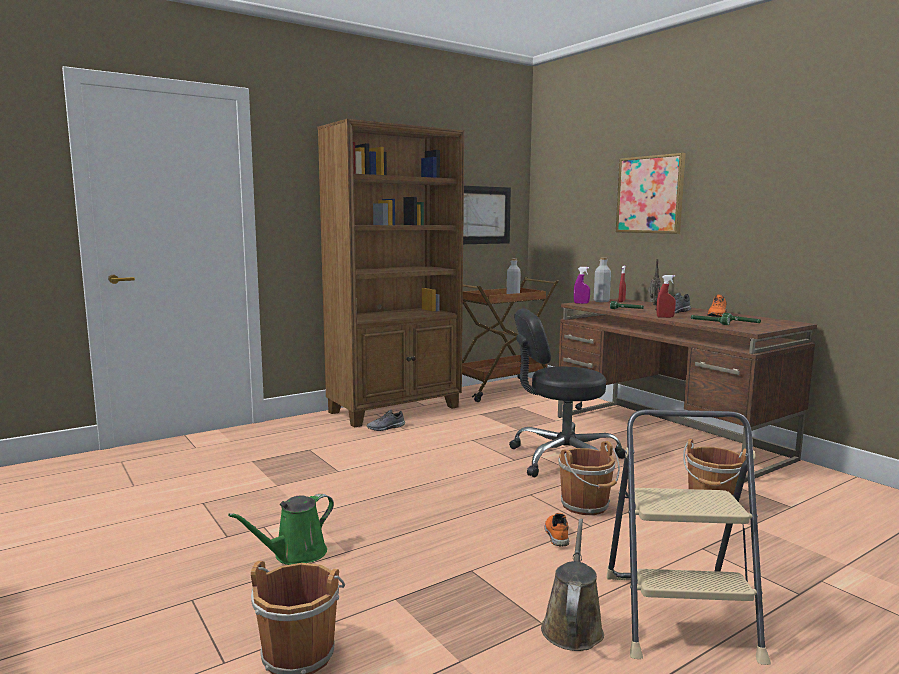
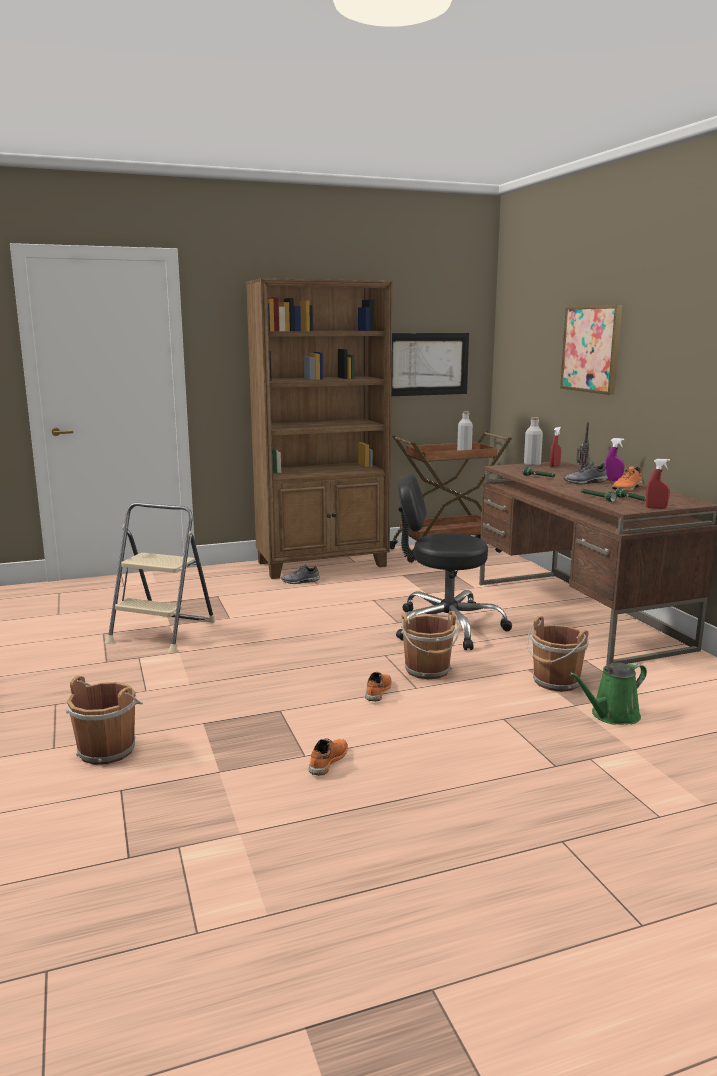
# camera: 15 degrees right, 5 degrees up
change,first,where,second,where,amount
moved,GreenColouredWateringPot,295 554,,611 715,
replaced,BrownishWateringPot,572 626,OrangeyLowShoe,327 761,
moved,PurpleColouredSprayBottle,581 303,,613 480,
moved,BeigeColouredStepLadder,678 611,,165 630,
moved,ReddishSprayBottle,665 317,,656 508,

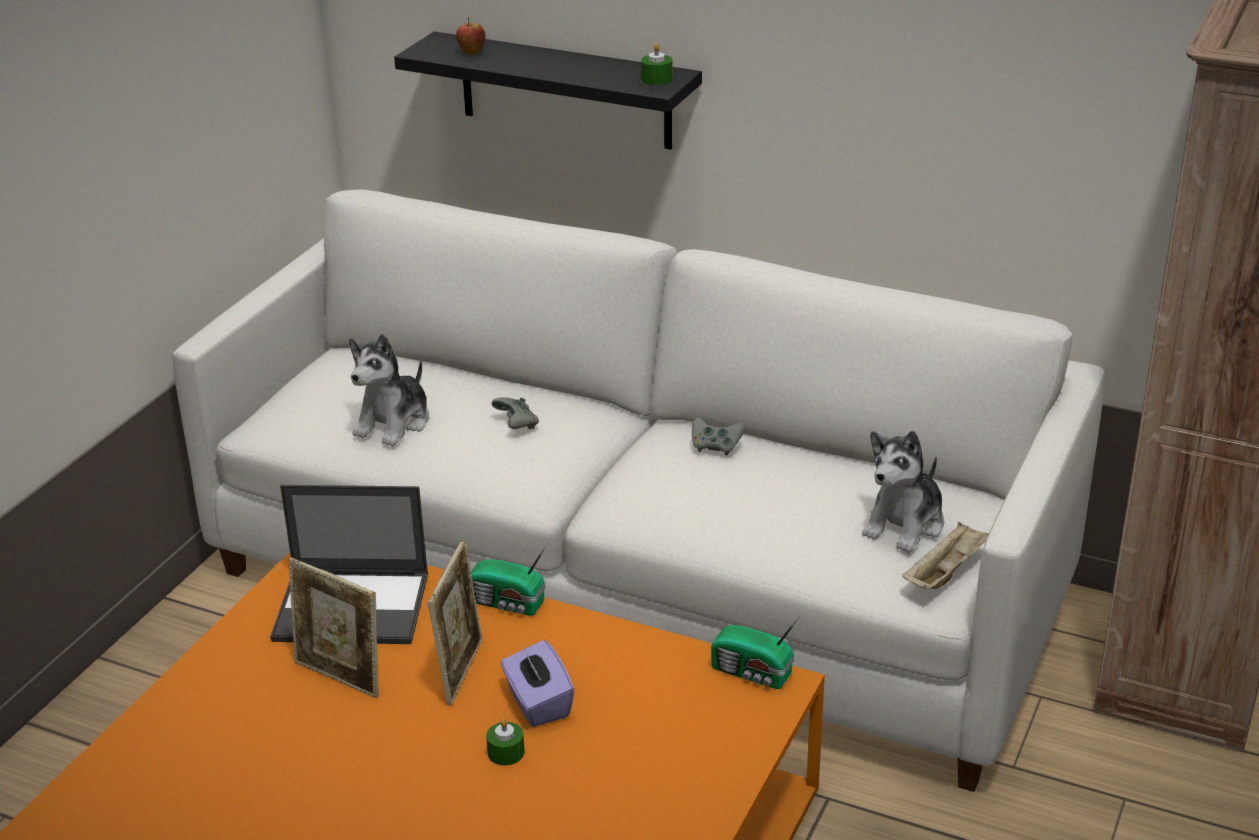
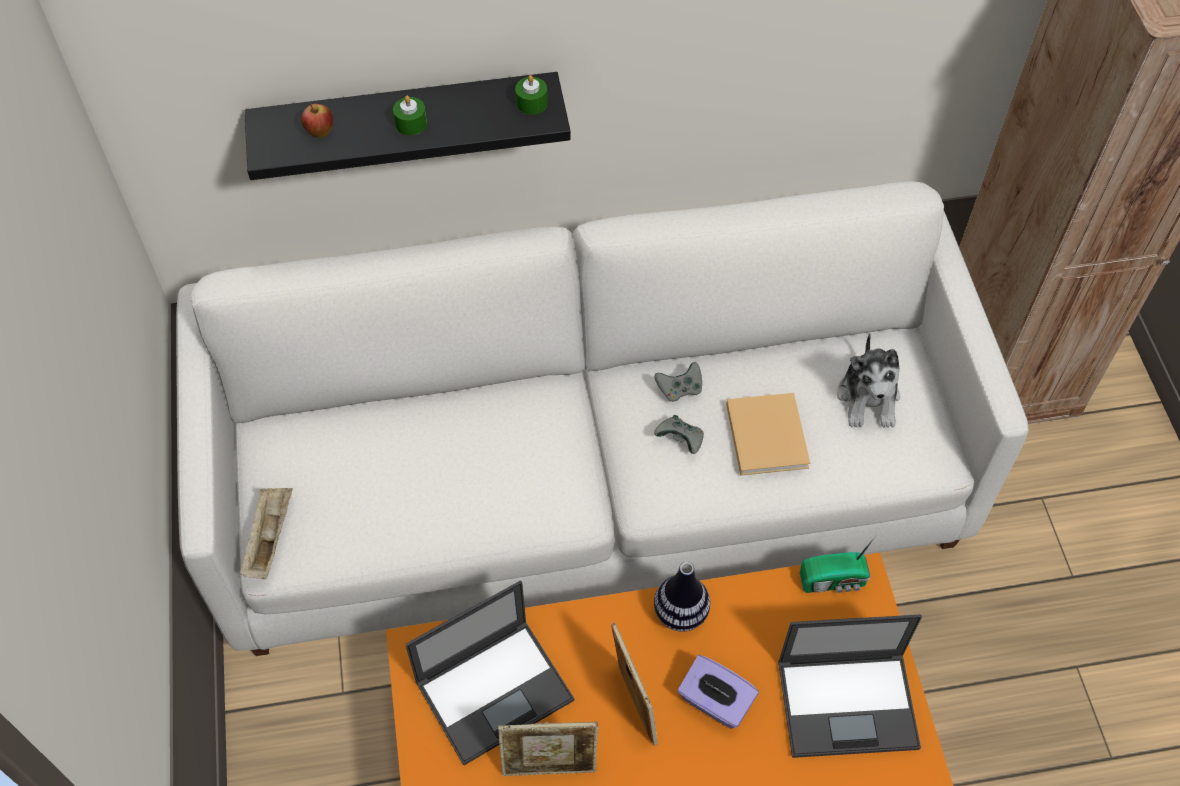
# camera: 35 degrees left, 25 degrees up
change,first,where,second,where,amount
removed,PlushToy,394 423,,,
removed,RadioReceiver,508 603,,,
moved,GreenColouredWaxLight,506 752,,411 123,
moved,GreyishGamepad,517 425,,681 440,
moved,BeigeColouredTray,946 572,,269 538,
added,,,DecorativeVase,680 613,
added,,,BeigeColouredVolume,766 433,
added,,,NotebookComputer,849 703,

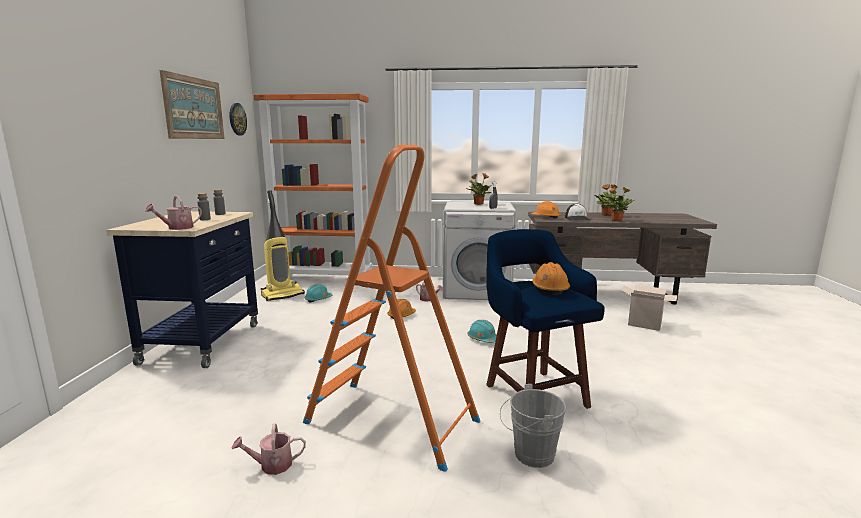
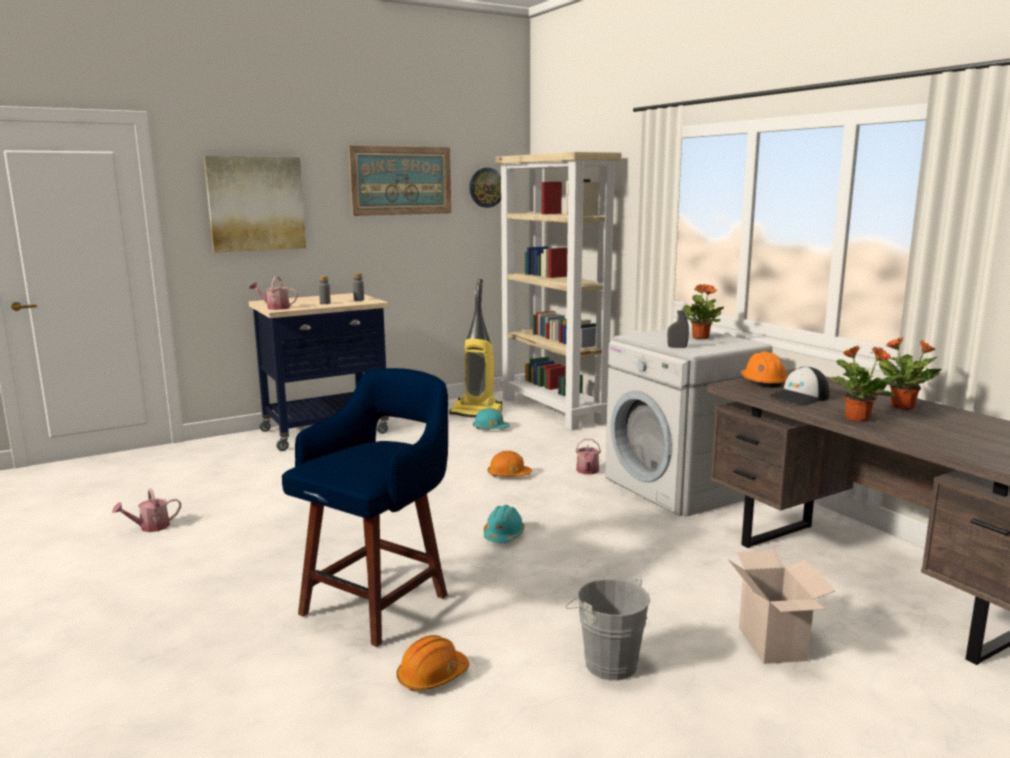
# camera: 55 degrees right, 0 degrees up
change,first,where,second,where,amount
turned,WateringPot,271 465,,150 527,75 degrees counterclockwise
recoloured,OrangeyBookshelf,324 279,BeigeColouredBookshelf,553 410,
removed,OrangeyStepLadder,390 421,,,
moved,GreyishBucket,529 455,,606 662,
moved,OrangeyHardHat,550 288,,432 676,
added,,,Picture,256 203,

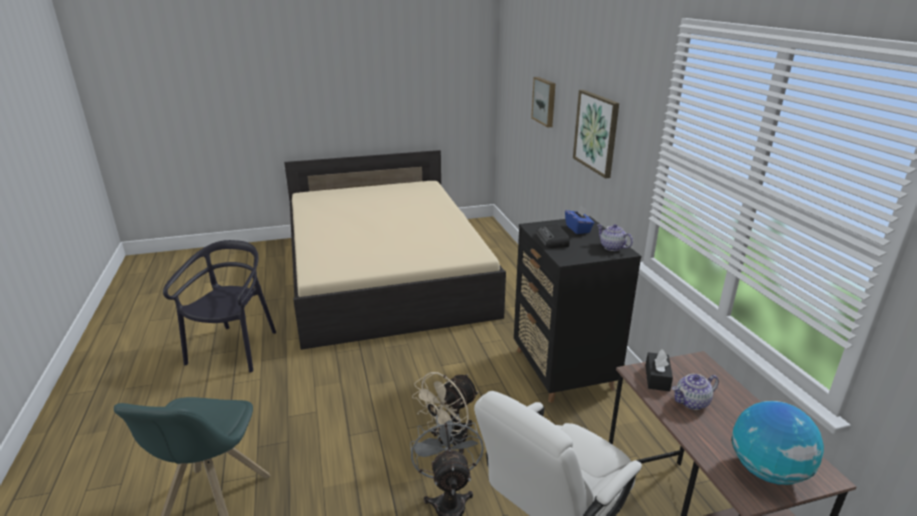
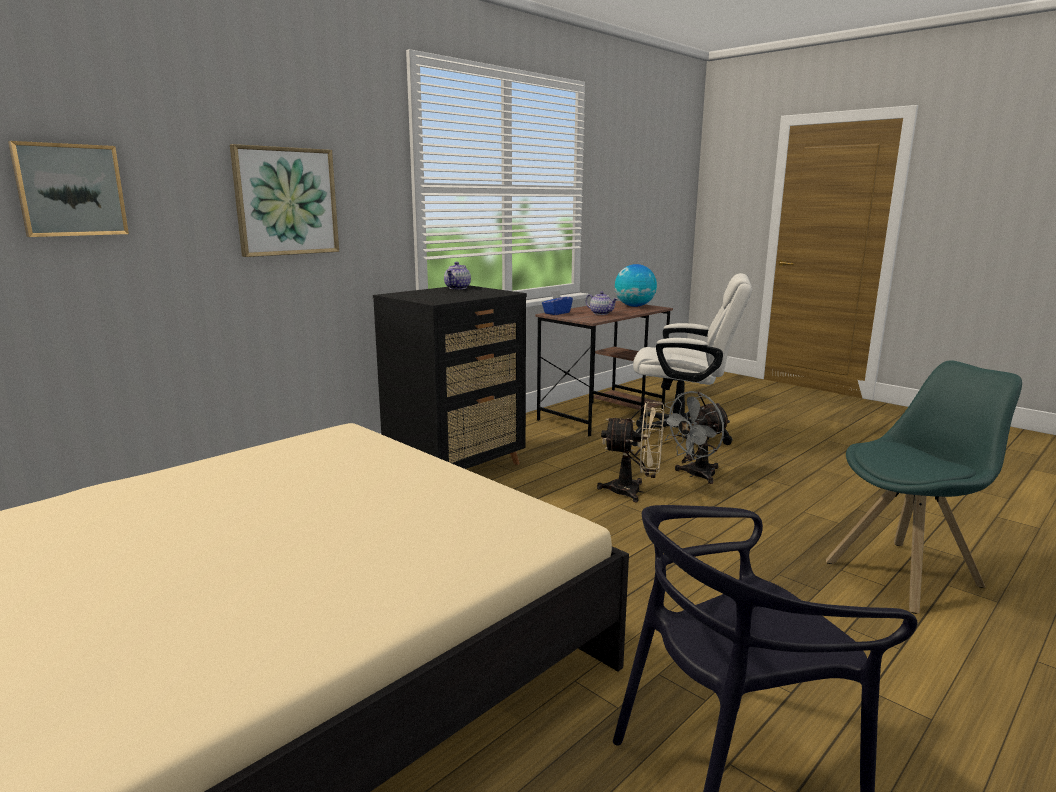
# camera: 120 degrees left, 10 degrees down
change,first,where,second,where,amount
removed,RadioReceiver,552 240,,,
moved,BluishBoxOfTissues,578 229,,556 313,
removed,BlackishBoxOfTissues,657 378,,,

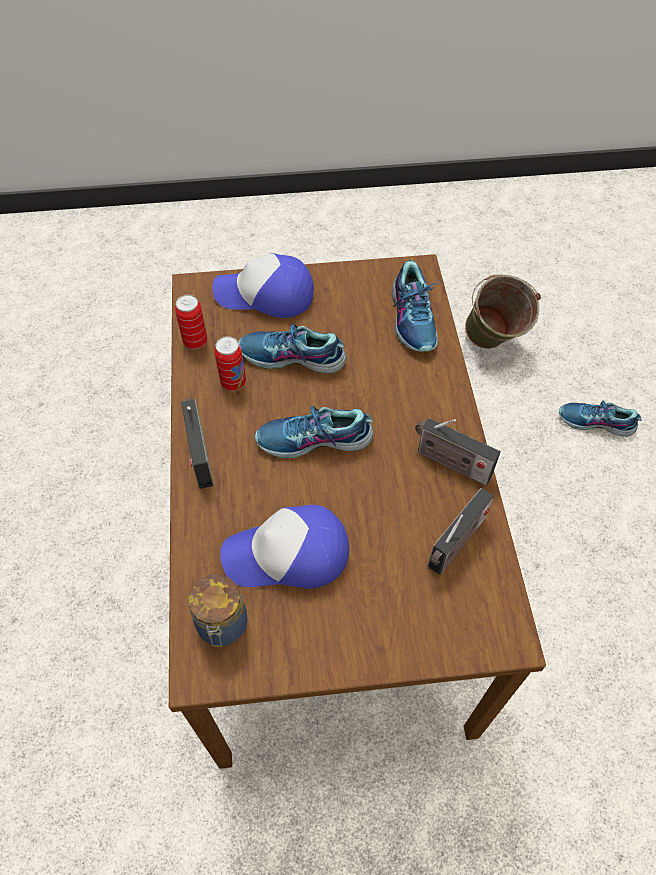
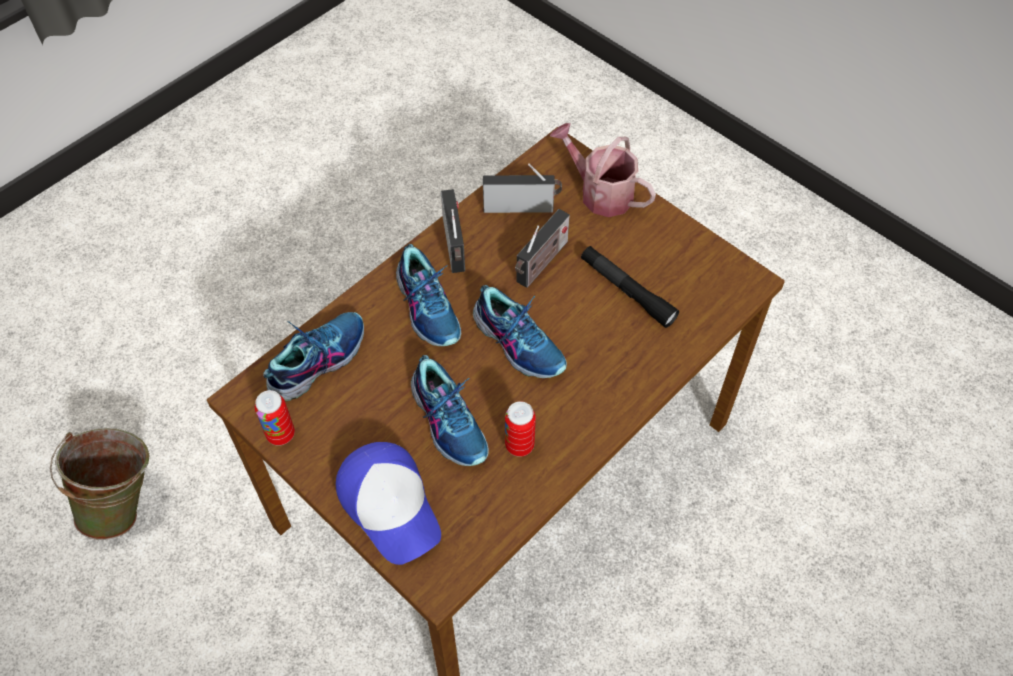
# camera: 130 degrees left, 0 degrees up
change,first,where,second,where,amount
moved,MetalCan,195 342,,280 434,
moved,RadioReceiver,198 452,,541 264,
removed,Jar,222 626,,,
replaced,BaseballCap,288 555,BlackishTorch,627 291,
moved,LowShoe,595 423,,429 307,
added,,,WateringPot,600 192,

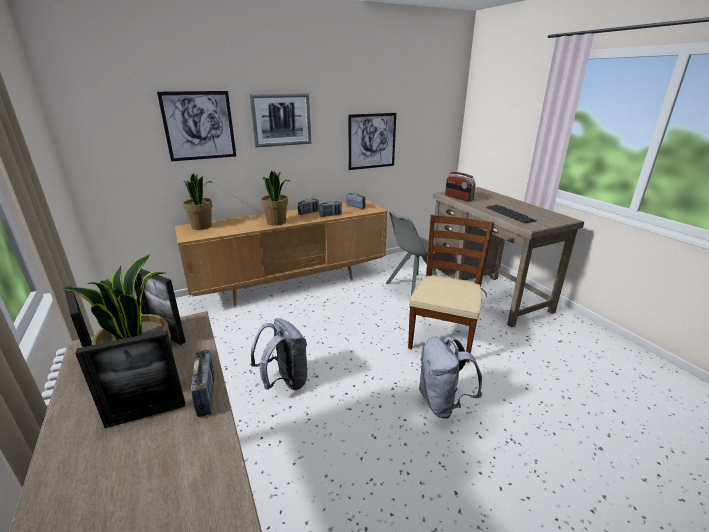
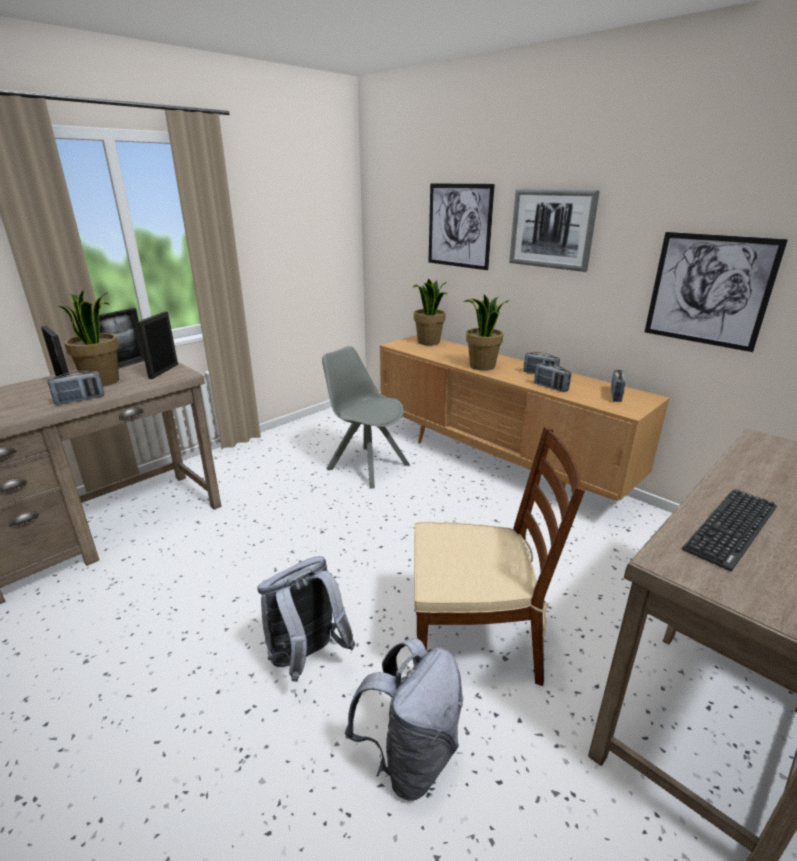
# camera: 70 degrees right, 0 degrees up
change,first,where,second,where,amount
moved,GreyishKnapsack,284 381,,410 758,
moved,GreyishPlainChair,412 286,,366 466,
removed,RadioReceiver,458 198,,,

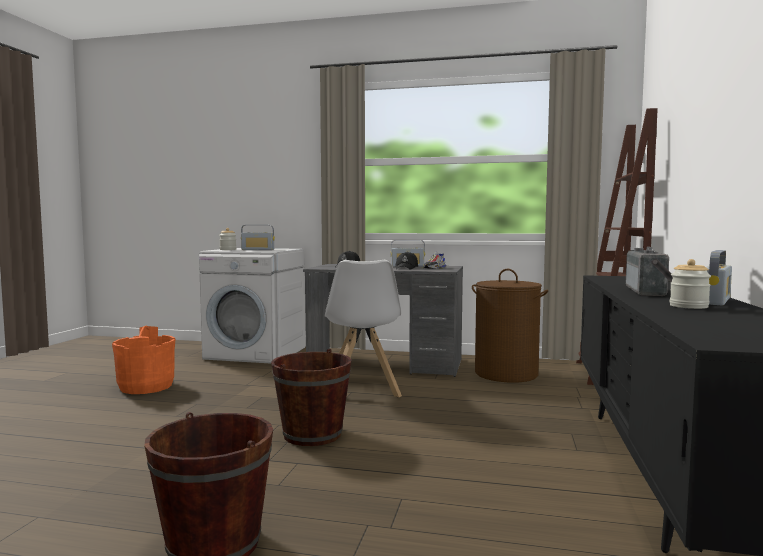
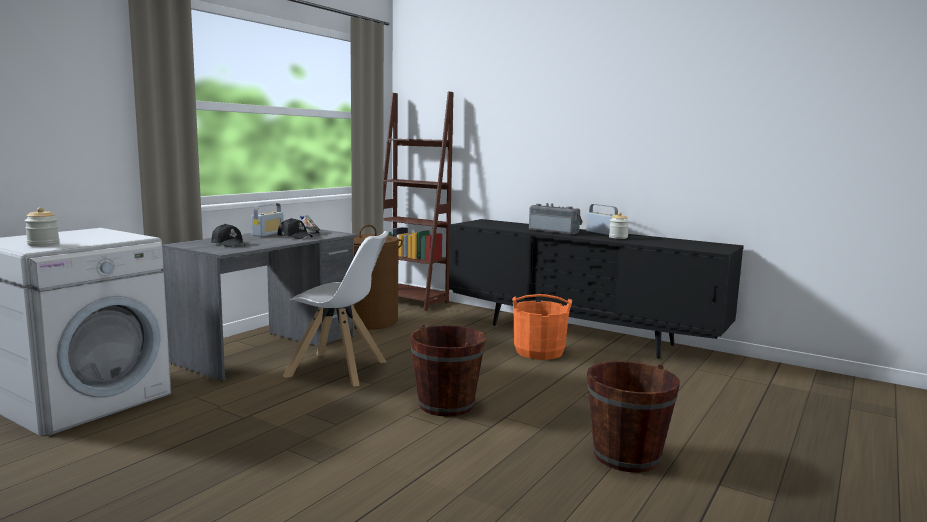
# camera: 70 degrees left, 5 degrees up
change,first,where,second,where,amount
moved,OrangeyBucket,146 387,,539 352,
removed,RadioReceiver,258 249,,,

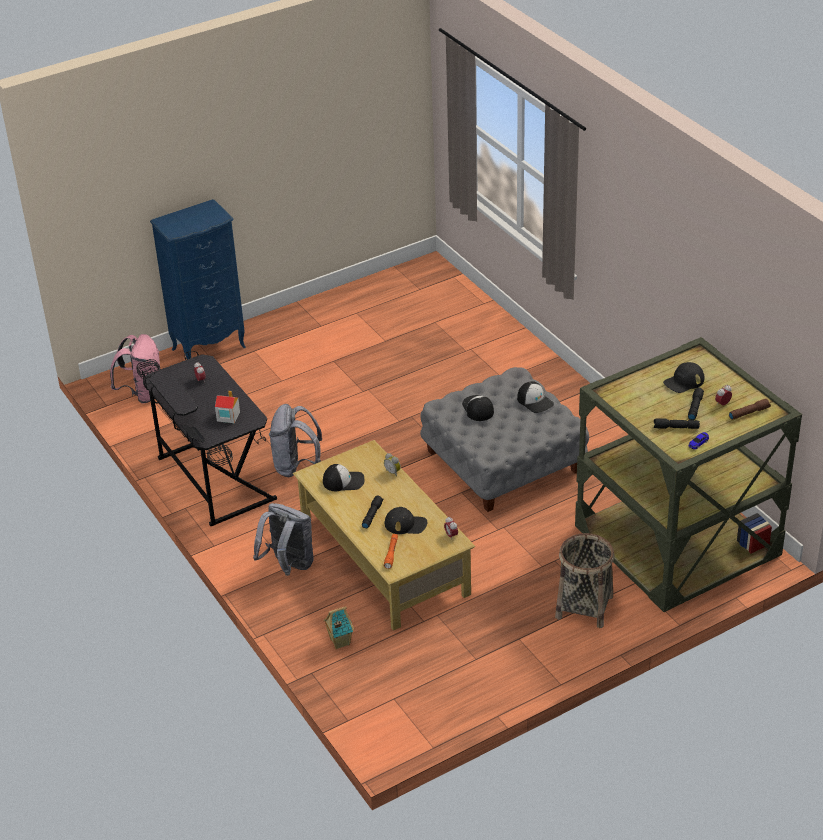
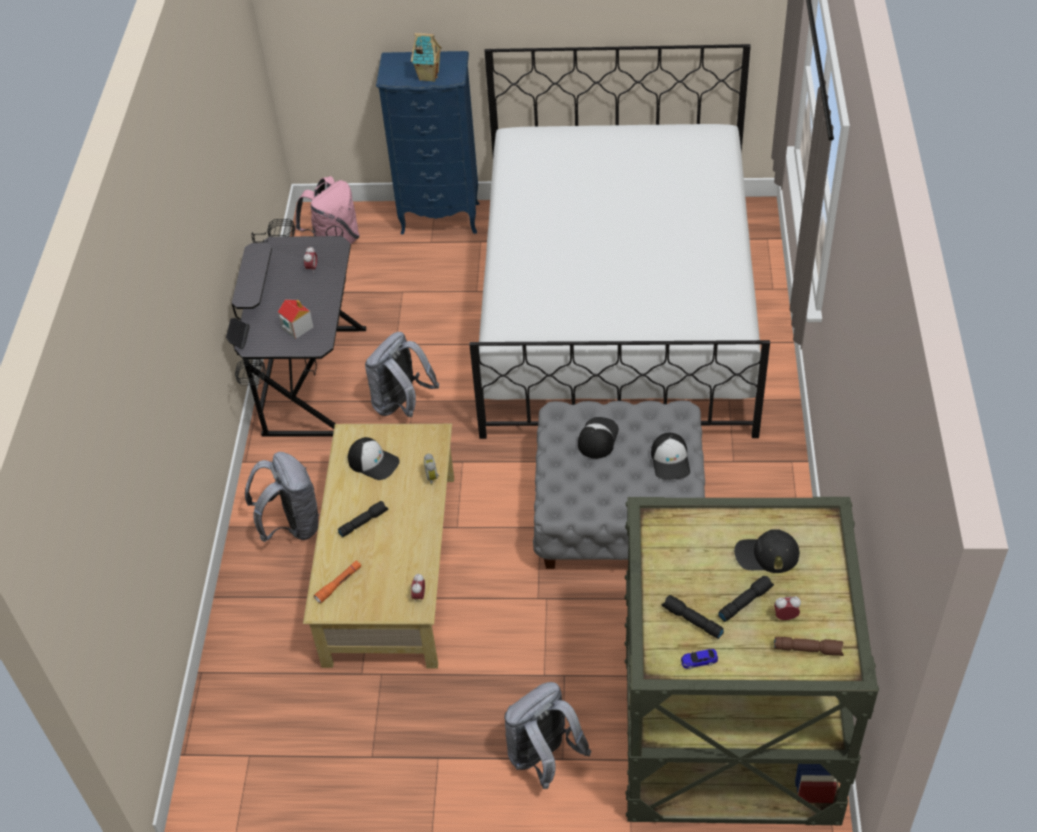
# camera: 35 degrees right, 10 degrees up
change,first,where,second,where,amount
moved,ModelHouse,339 642,,428 76,
removed,BlackishBaseballCap,406 524,,,
replaced,HouseholdBasket,584 607,GreyishKnapsack,543 758,
added,,,WhitishSleepingBed,617 310,

